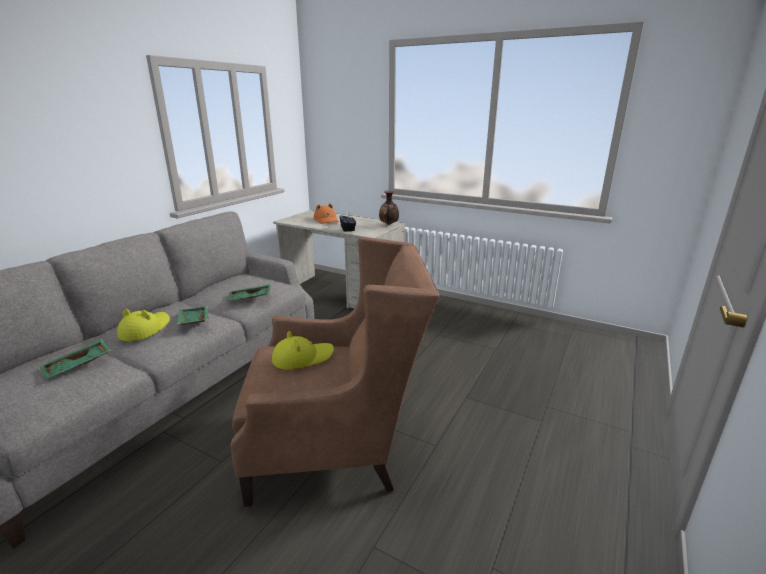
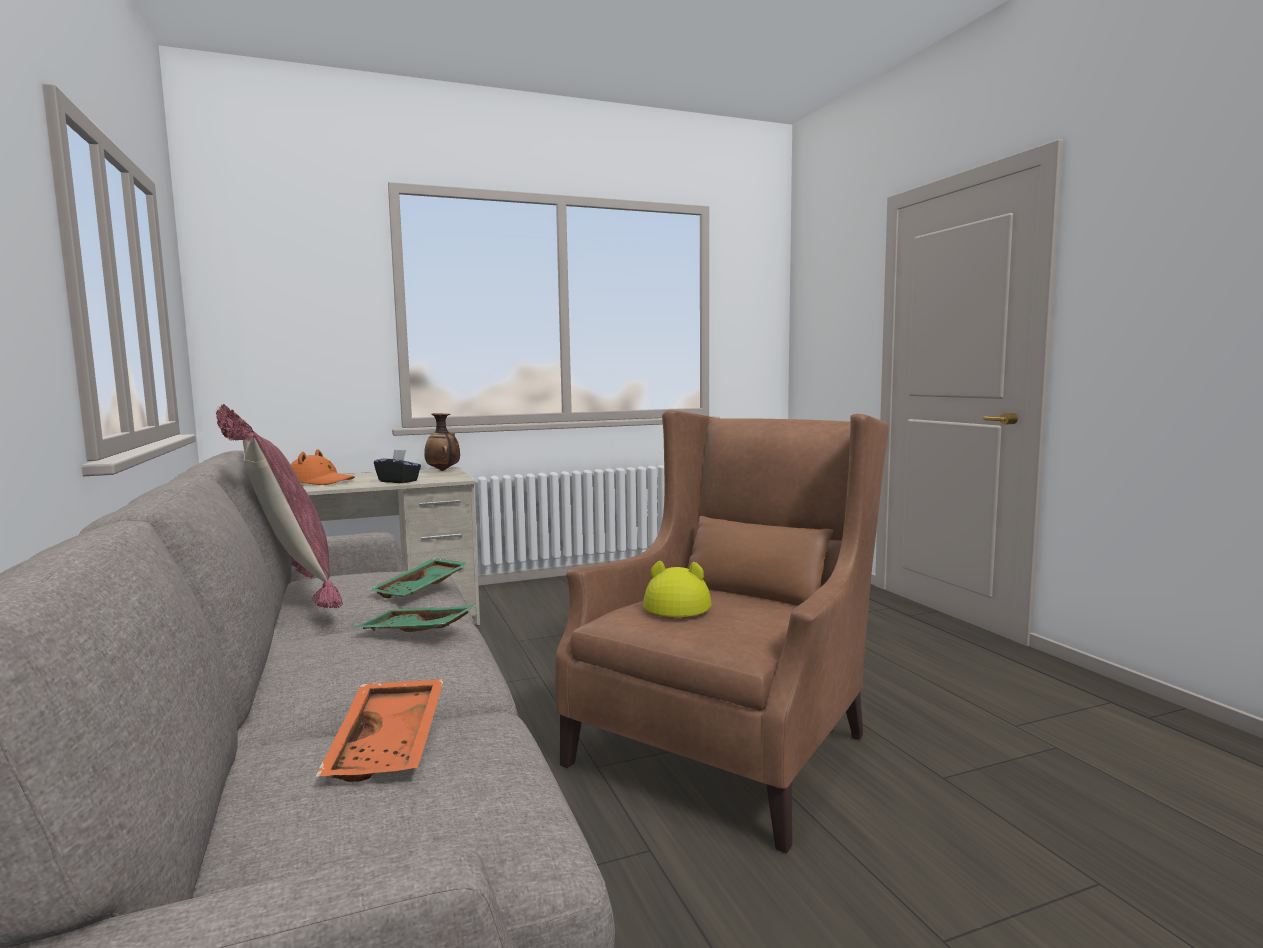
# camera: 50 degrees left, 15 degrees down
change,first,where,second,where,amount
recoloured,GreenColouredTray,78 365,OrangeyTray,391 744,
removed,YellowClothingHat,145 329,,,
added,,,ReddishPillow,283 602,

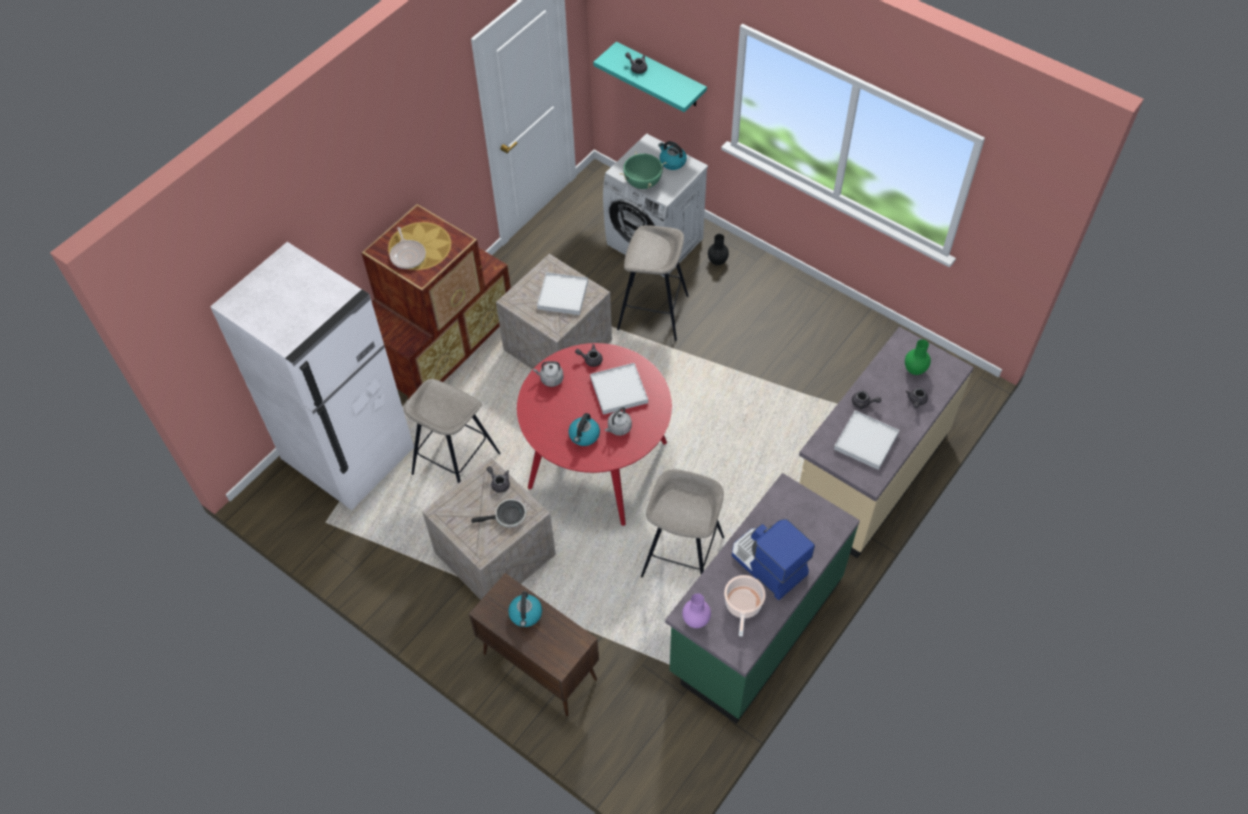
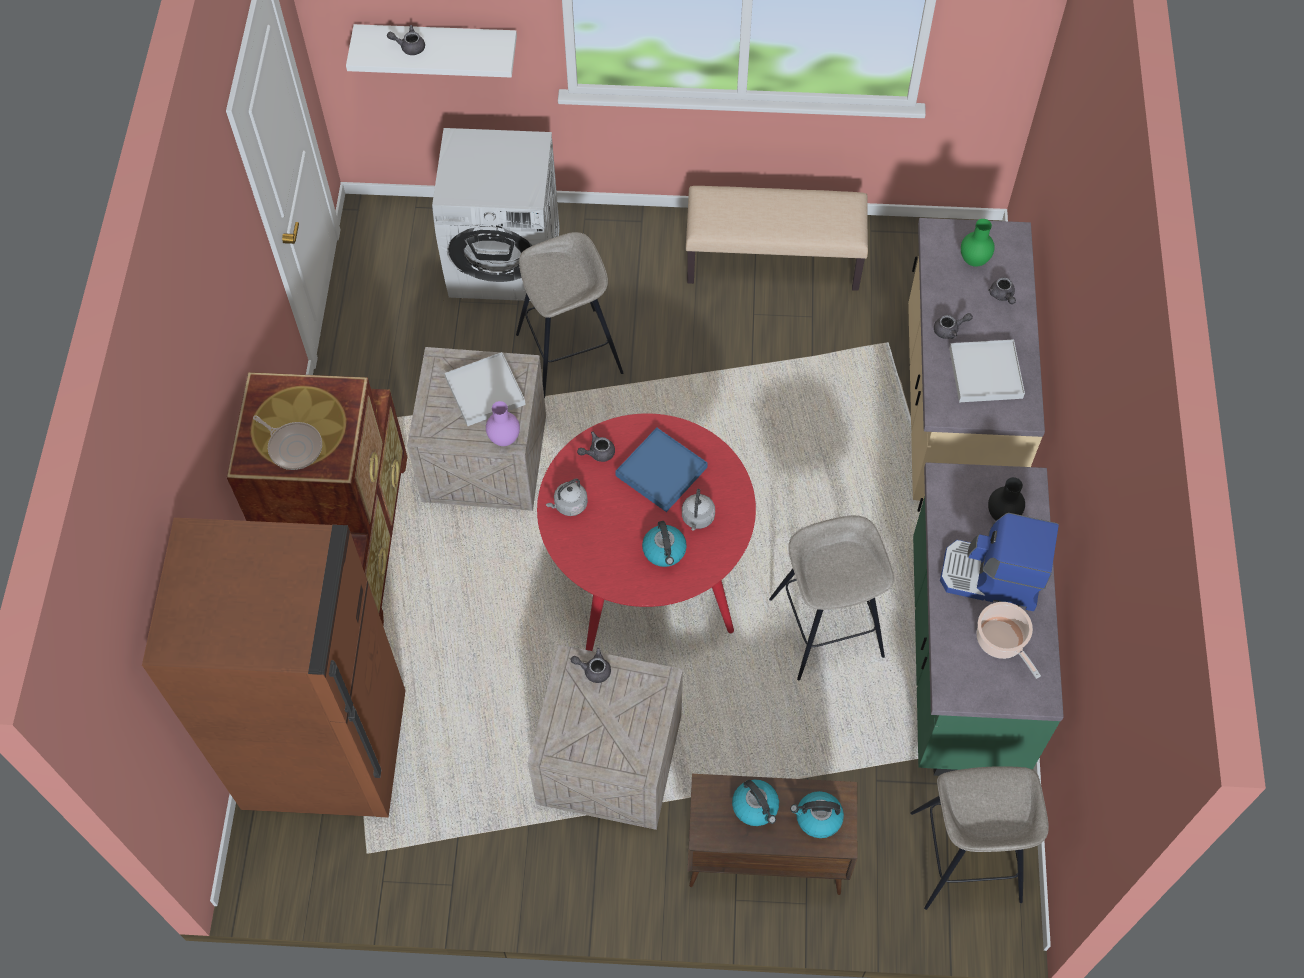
# camera: 35 degrees left, 5 degrees up
change,first,where,second,where,amount
recoloured,WhitishRefrigerator,348 452,BrownishRefrigerator,324 747,
moved,GreyishStool,455 464,,965 857,
removed,FryingPan,508 516,,,
recoloured,WhitishTray,619 390,BluishTray,661 471,
recoloured,BlueGreenWallShelf,660 75,WhitishWallShelf,437 43,
removed,GreenColouredStockpot,643 183,,,
moved,TeaKettle,672 162,,817 818,
moved,PurpleColouredDecorativeVase,696 621,,505 439,
moved,BlackishDecorativeVase,718 262,,1003 515,
added,,,BeigeColouredLongSeat,774 260,

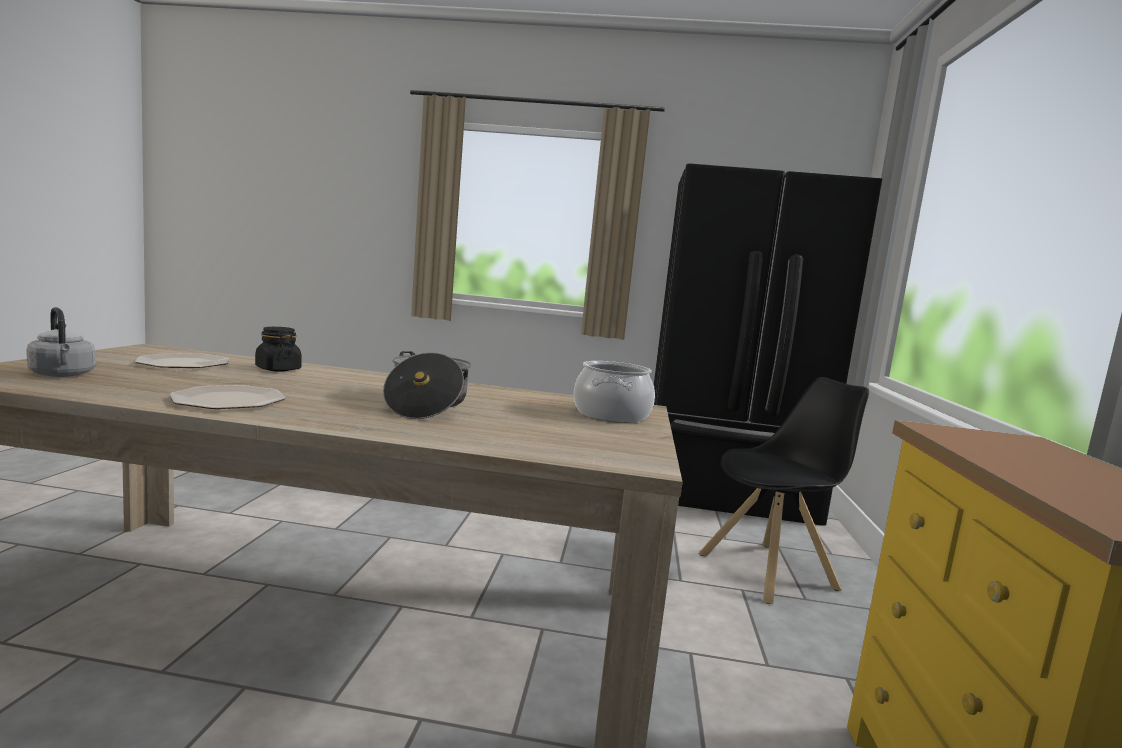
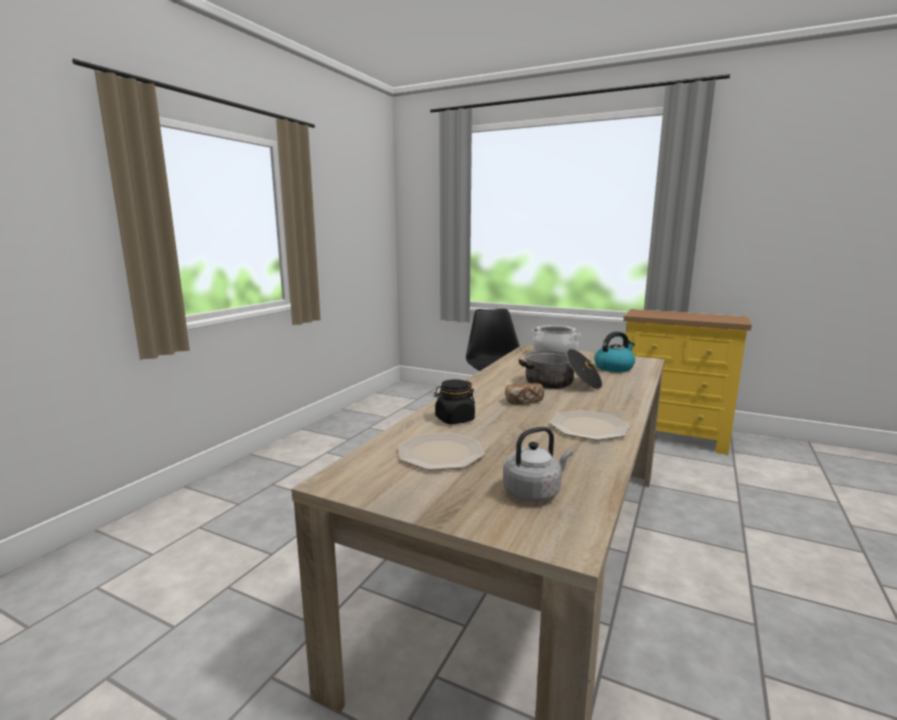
# camera: 70 degrees left, 5 degrees up
change,first,where,second,where,amount
removed,BlackishRefrigerator,729 499,,,
added,,,Bread,524 402,
added,,,TeaKettle,614 368,

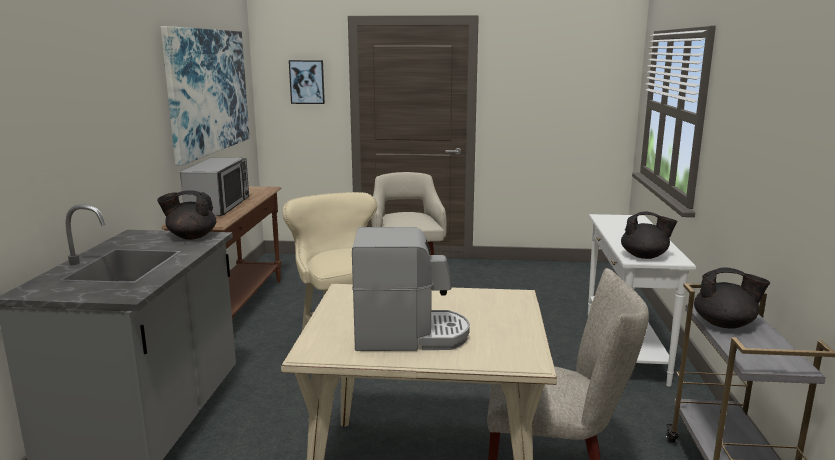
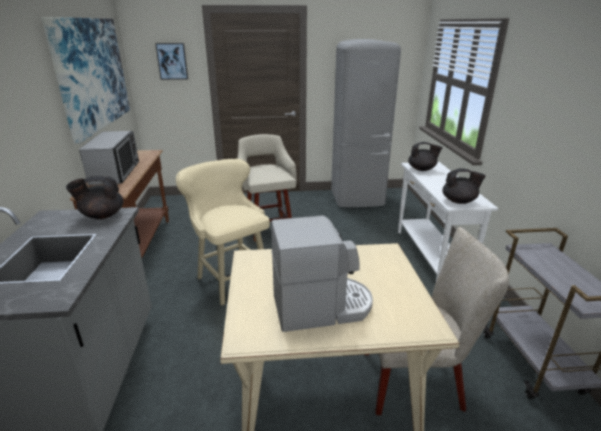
# camera: 10 degrees left, 10 degrees up
change,first,where,second,where,amount
moved,BlackishTeapot,725 324,,422 169,
added,,,GreyishRefrigerator,358 198,

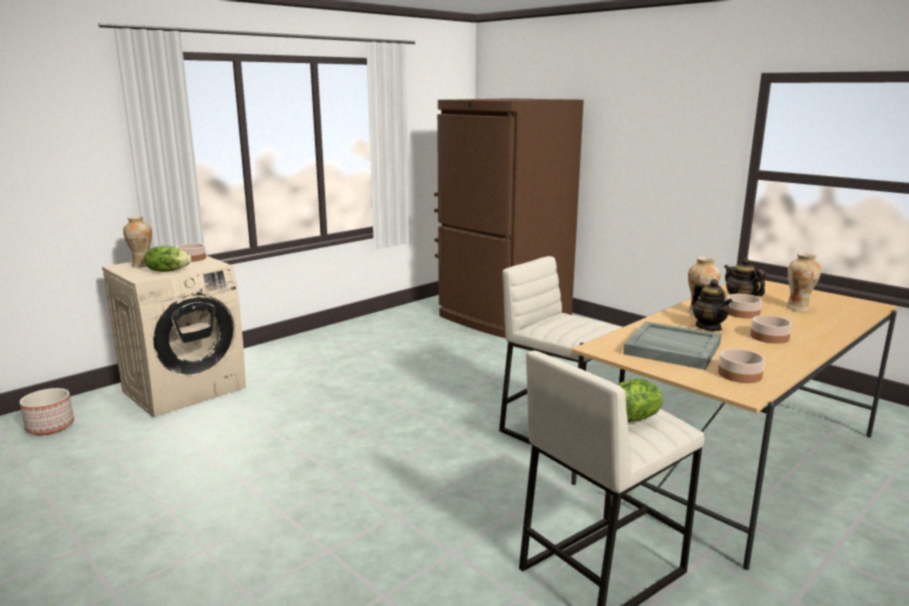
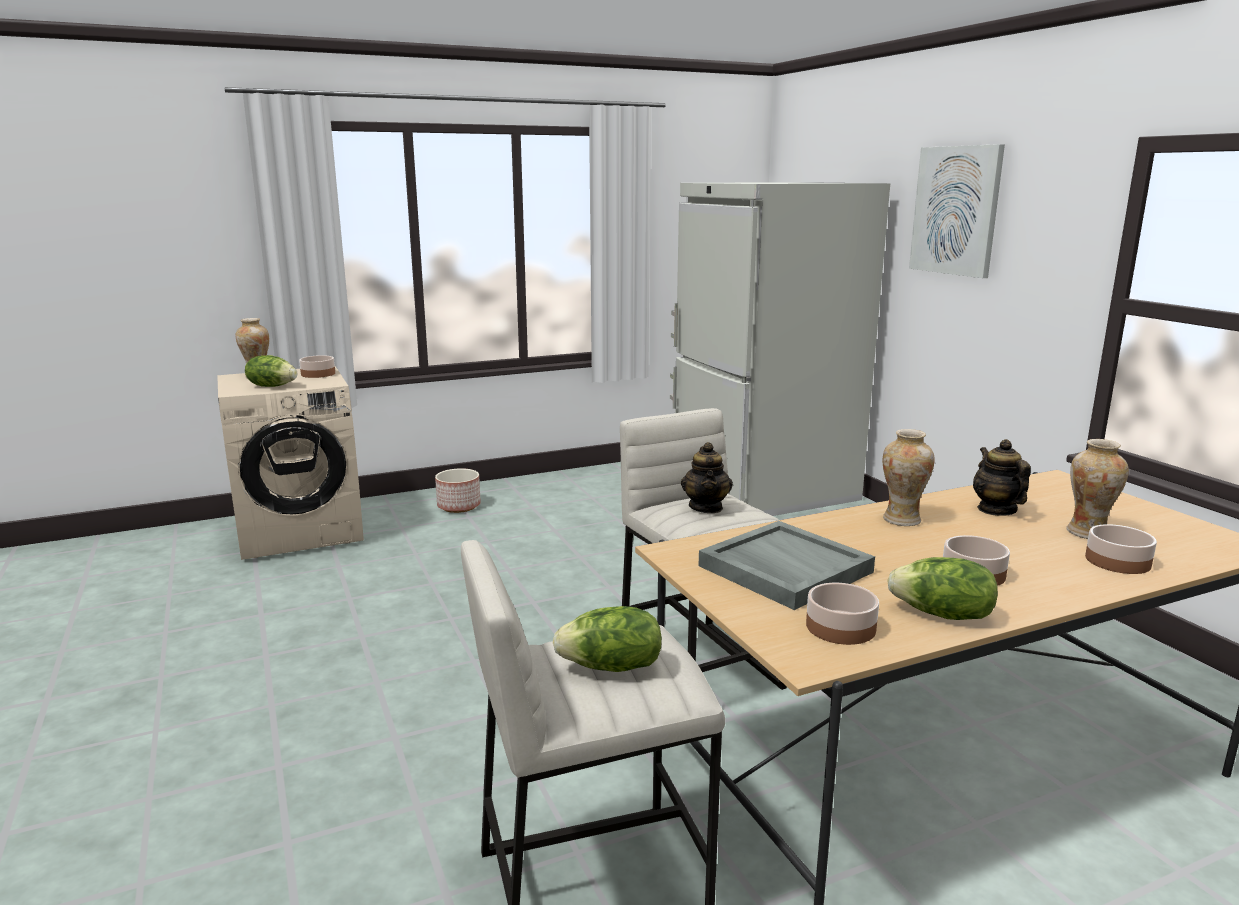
# camera: 20 degrees right, 0 degrees up
change,first,where,second,where,amount
moved,FlowerPot,50 426,,459 506,
recoloured,BrownishRefrigerator,503 315,WhitishRefrigerator,761 489,
moved,Teapot,708 327,,706 507,
moved,ServingBowl,742 313,,1117 561,
added,,,LettuceHead,942 615,
added,,,Picture,956 210,

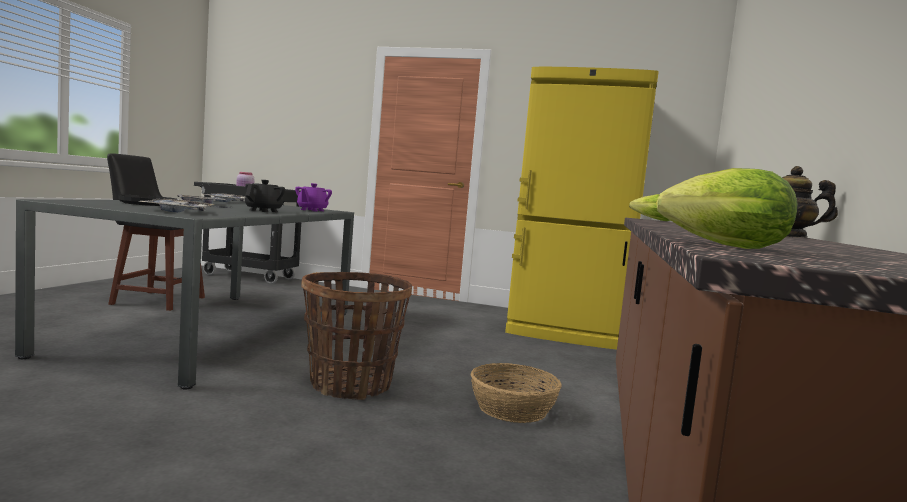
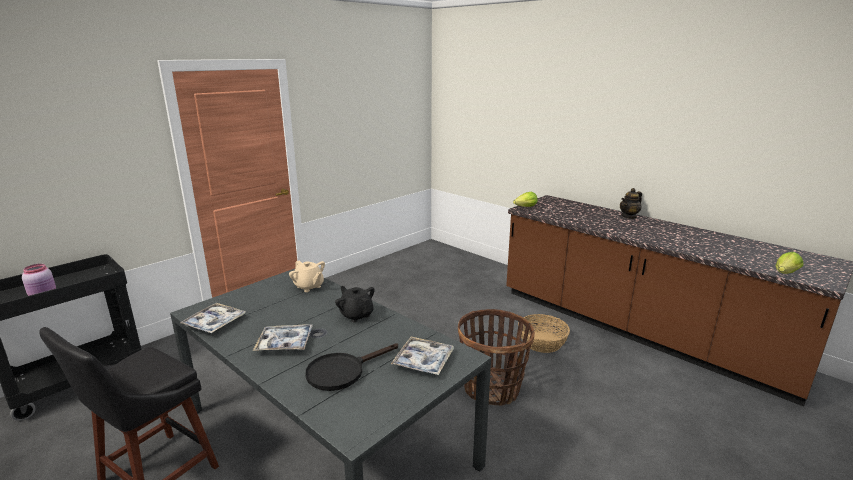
# camera: 60 degrees left, 15 degrees up
change,first,where,second,where,amount
recoloured,PurpleColouredTeapot,312 210,BeigeColouredTeapot,309 286,
removed,YellowRefrigerator,566 328,,,

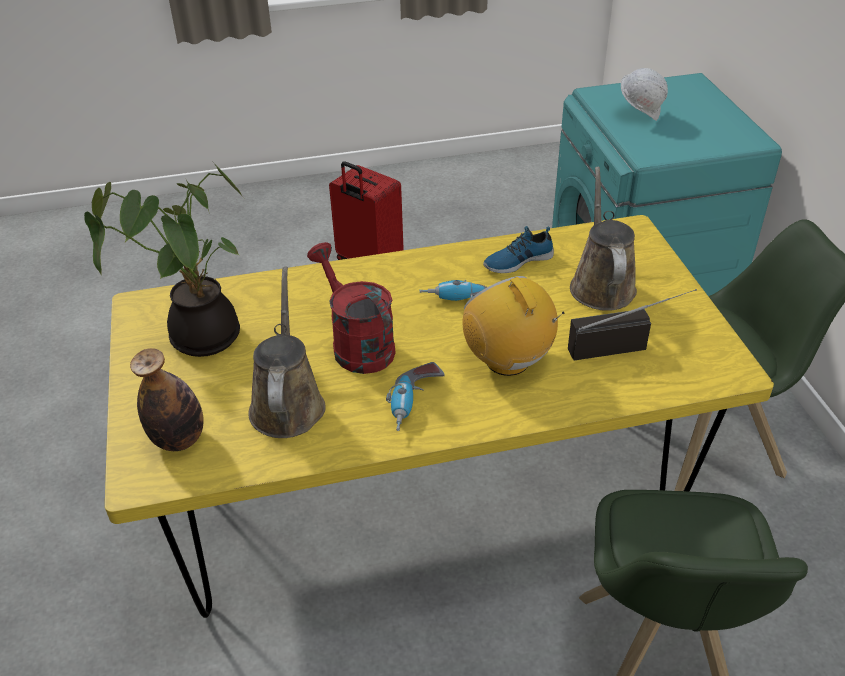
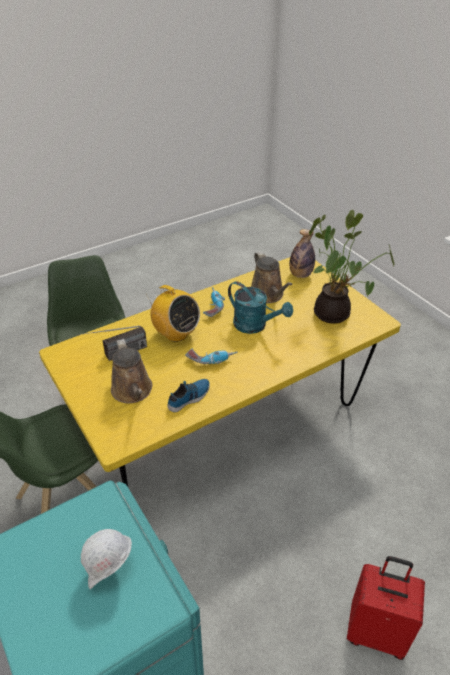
# camera: 160 degrees right, 0 degrees up
change,first,where,second,where,amount
recoloured,ReddishWateringPot,357 344,BlueGreenWateringPot,255 326,

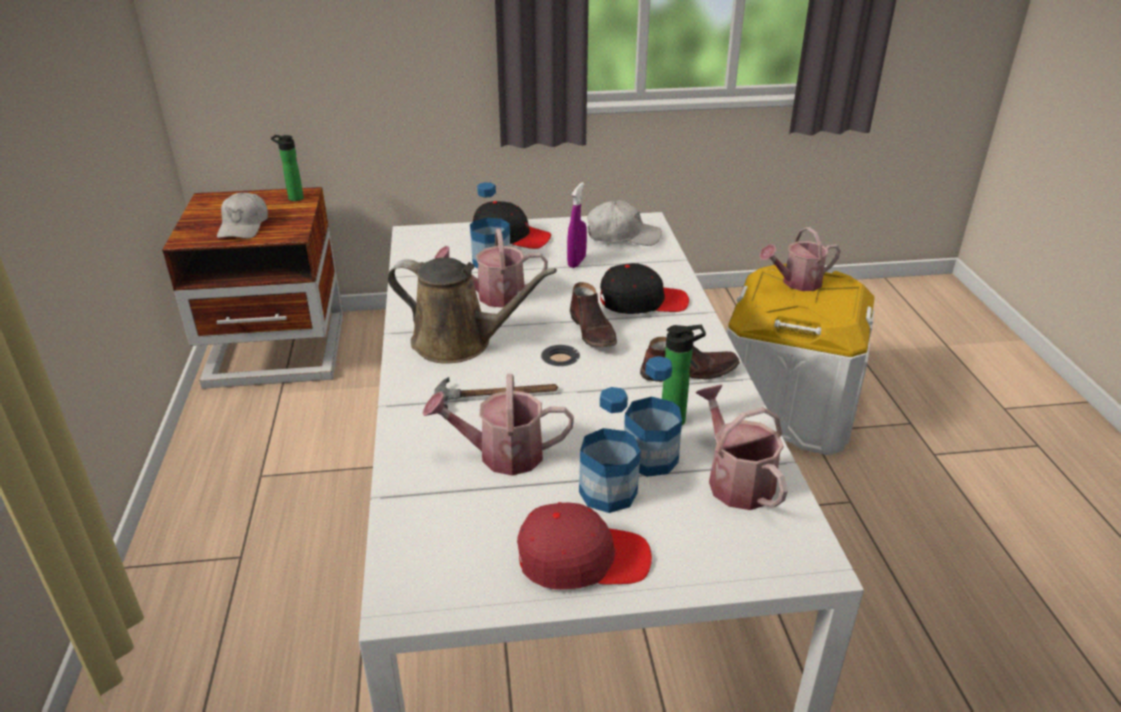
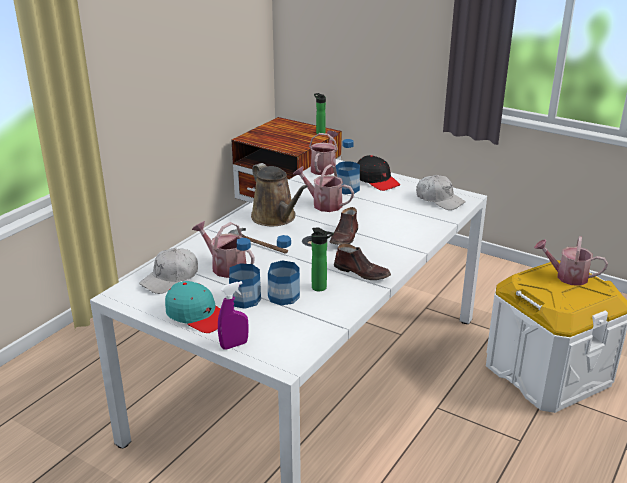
# camera: 40 degrees right, 5 degrees down
change,first,where,second,where,amount
moved,WhitishBaseballCap,244 226,,170 278,
recoloured,ReddishBaseballCap,582 558,BlueGreenBaseballCap,197 315,
moved,PurpleColouredSprayBottle,576 262,,234 345,
removed,BlackishBaseballCap,642 301,,,
moved,WateringPot,735 480,,324 168,

